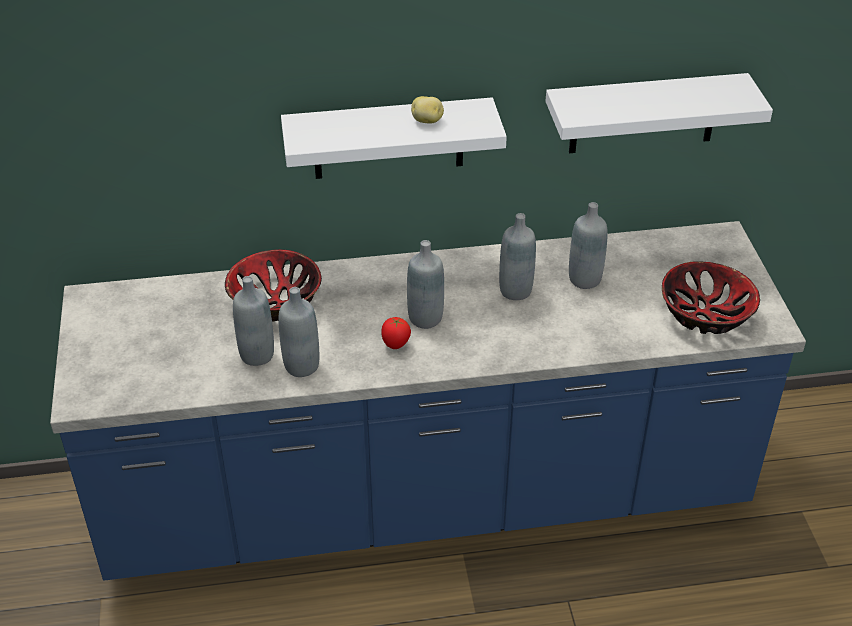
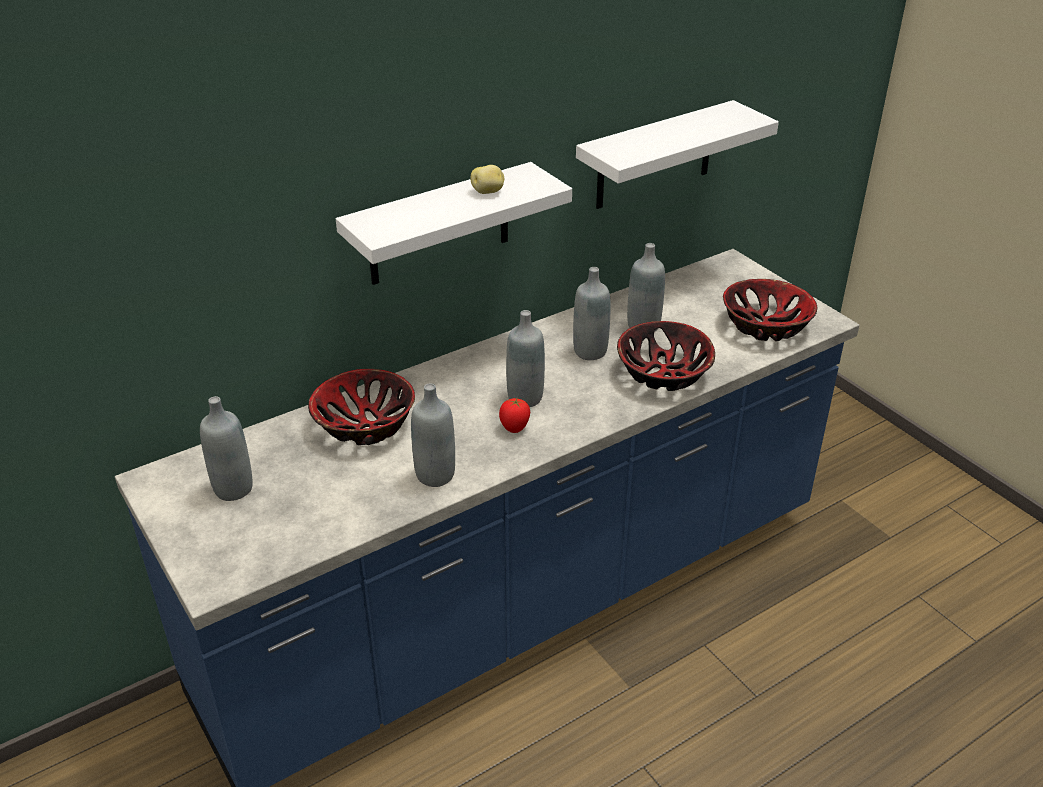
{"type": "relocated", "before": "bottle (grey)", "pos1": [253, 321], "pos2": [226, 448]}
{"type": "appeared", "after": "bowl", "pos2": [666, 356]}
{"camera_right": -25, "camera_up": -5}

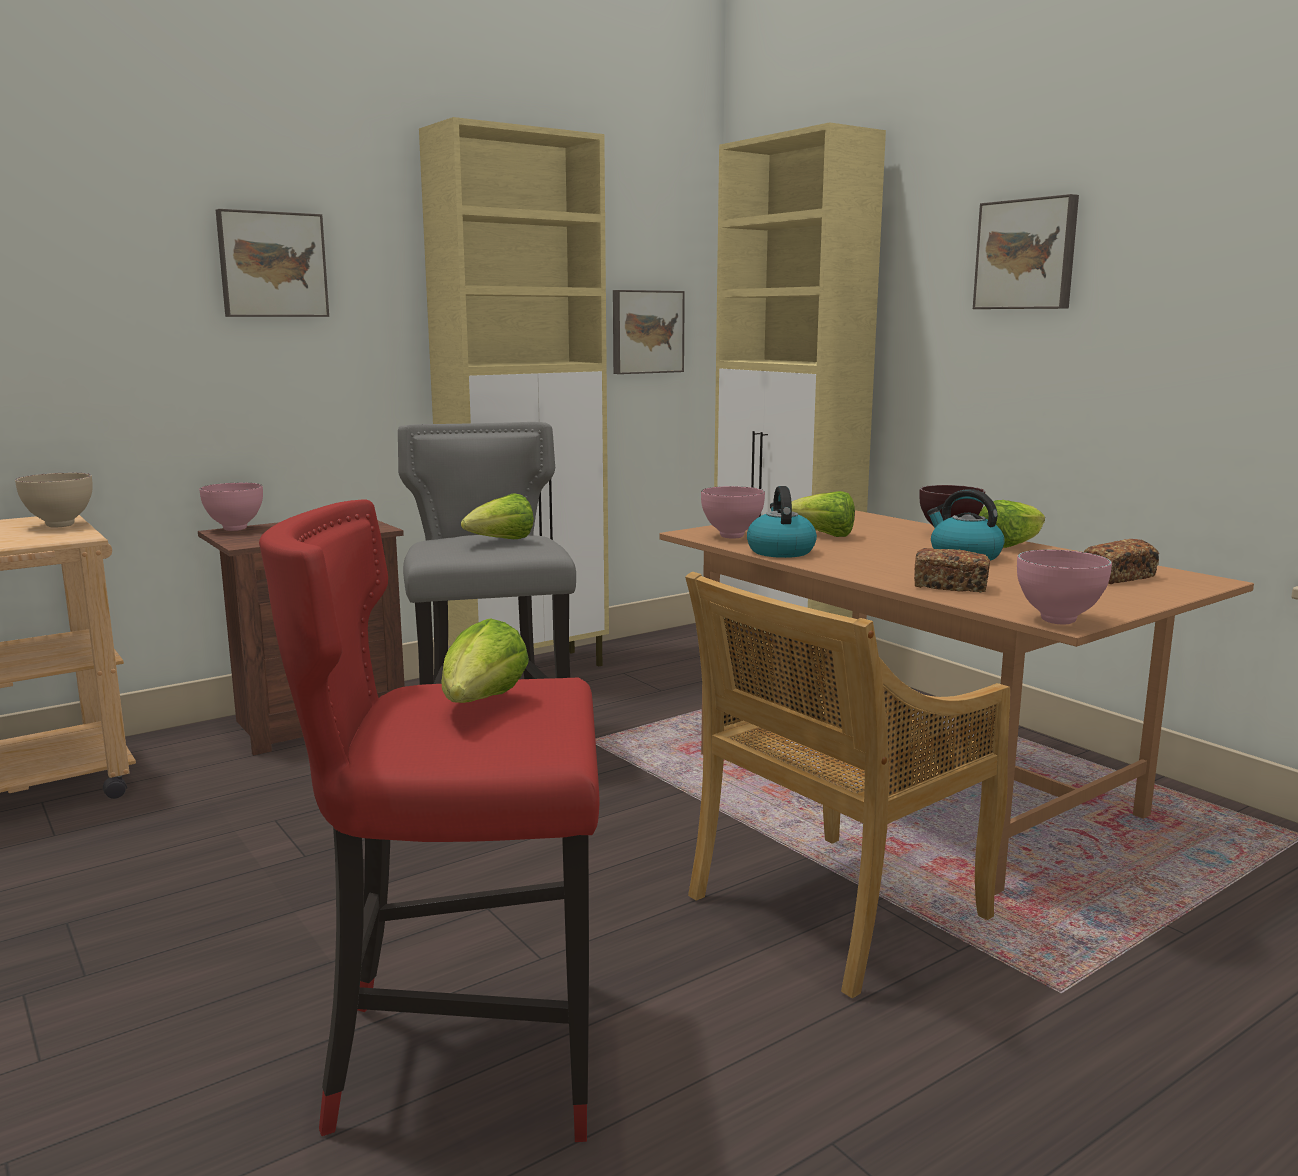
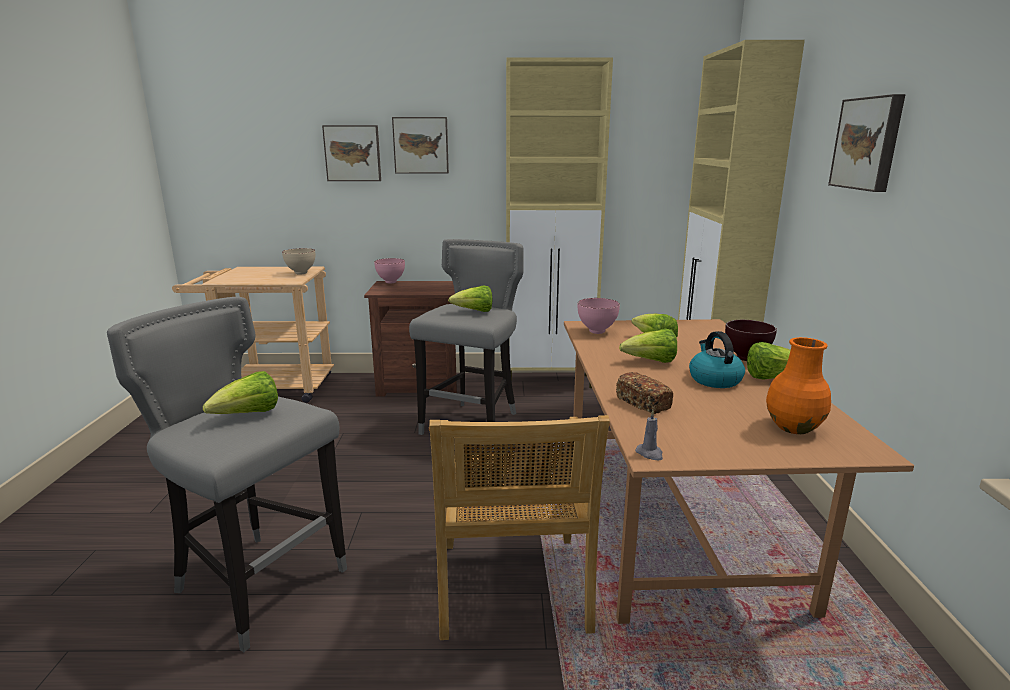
{"type": "colour", "before": "stool (red)", "after": "stool (grey)", "pos1": [429, 820], "pos2": [227, 474]}
{"type": "relocated", "before": "picture", "pos1": [649, 332], "pos2": [351, 153]}
{"type": "spun", "before": "chair (beige)", "pos1": [847, 785], "pos2": [519, 527], "turn": -90}
{"type": "missing", "before": "kettle", "pos1": [782, 522]}
{"type": "exchanged", "before": "bowl (pink)", "after": "candle (grey)", "pos1": [1064, 587], "pos2": [649, 435]}
{"type": "exchanged", "before": "bread", "after": "vase (orange)", "pos1": [1121, 561], "pos2": [798, 385]}
{"type": "appeared", "after": "lettuce", "pos2": [648, 346]}
{"camera_right": 35, "camera_up": 5}

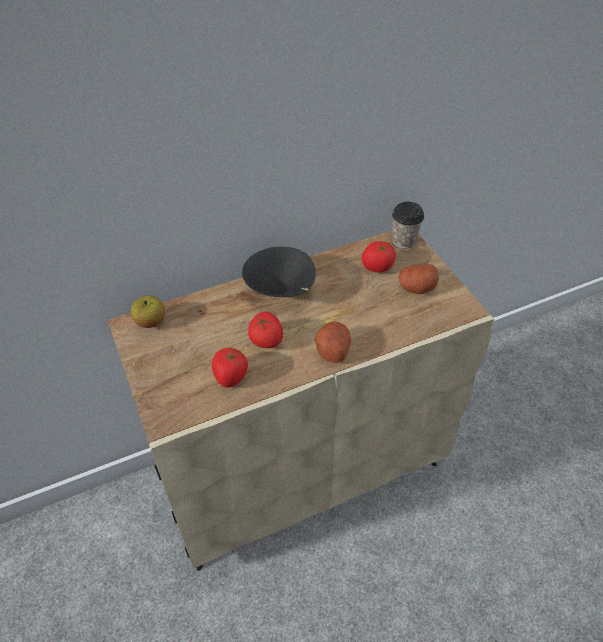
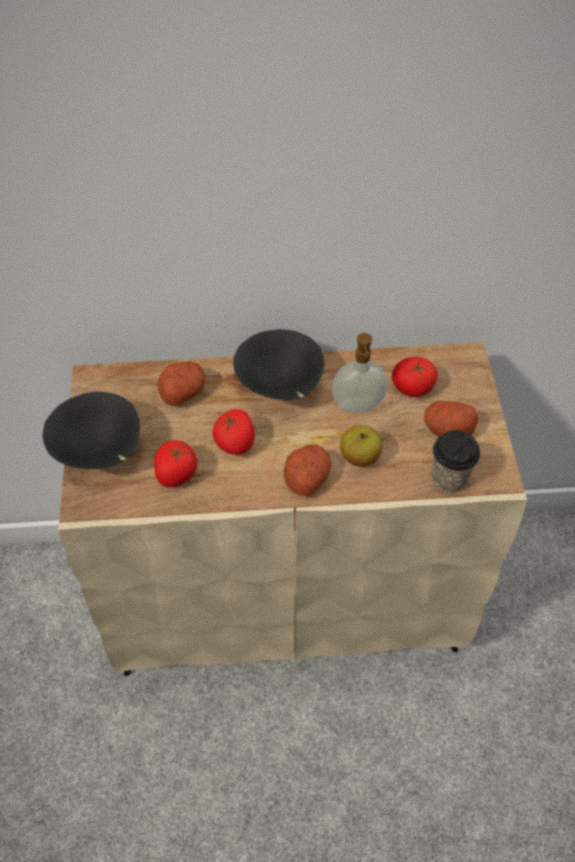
{"type": "relocated", "before": "apple", "pos1": [148, 312], "pos2": [361, 446]}
{"type": "relocated", "before": "cup", "pos1": [408, 225], "pos2": [456, 461]}
{"type": "appeared", "after": "bowl (black)", "pos2": [91, 431]}
{"type": "appeared", "after": "potato", "pos2": [182, 383]}
{"type": "appeared", "after": "soap dispenser", "pos2": [360, 372]}
{"camera_right": 20, "camera_up": 5}

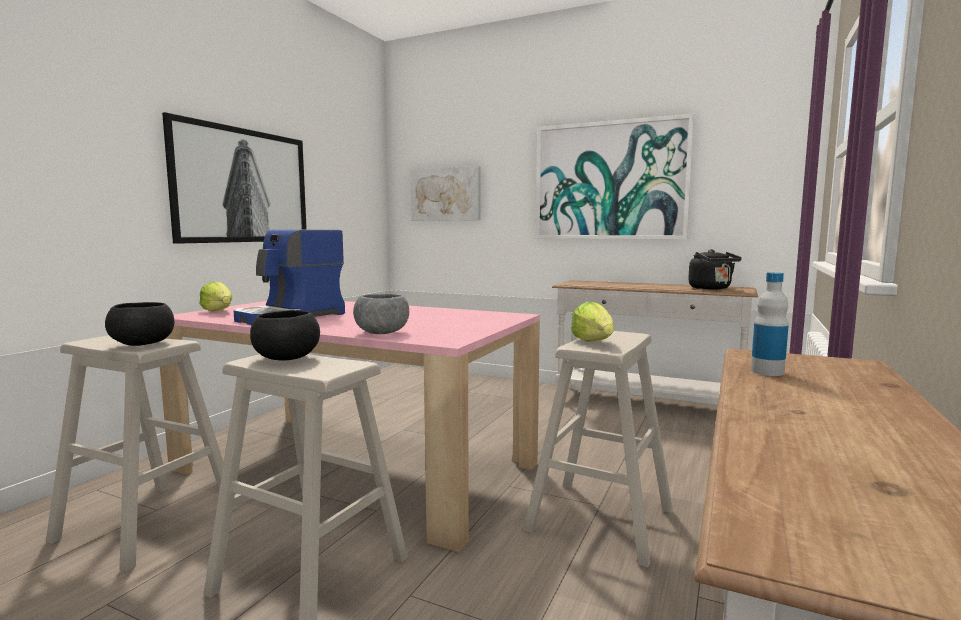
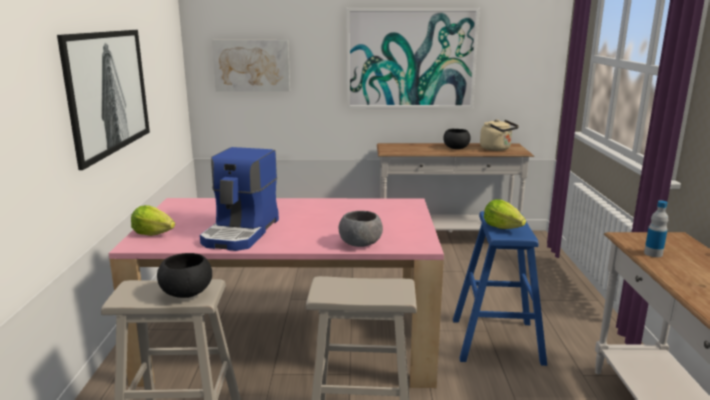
{"type": "relocated", "before": "bowl (black)", "pos1": [285, 335], "pos2": [457, 139]}
{"type": "colour", "before": "stool (beige)", "after": "stool (blue)", "pos1": [598, 449], "pos2": [500, 288]}
{"type": "colour", "before": "kettle (black)", "after": "kettle (beige)", "pos1": [715, 269], "pos2": [499, 135]}
{"camera_right": -25, "camera_up": 10}

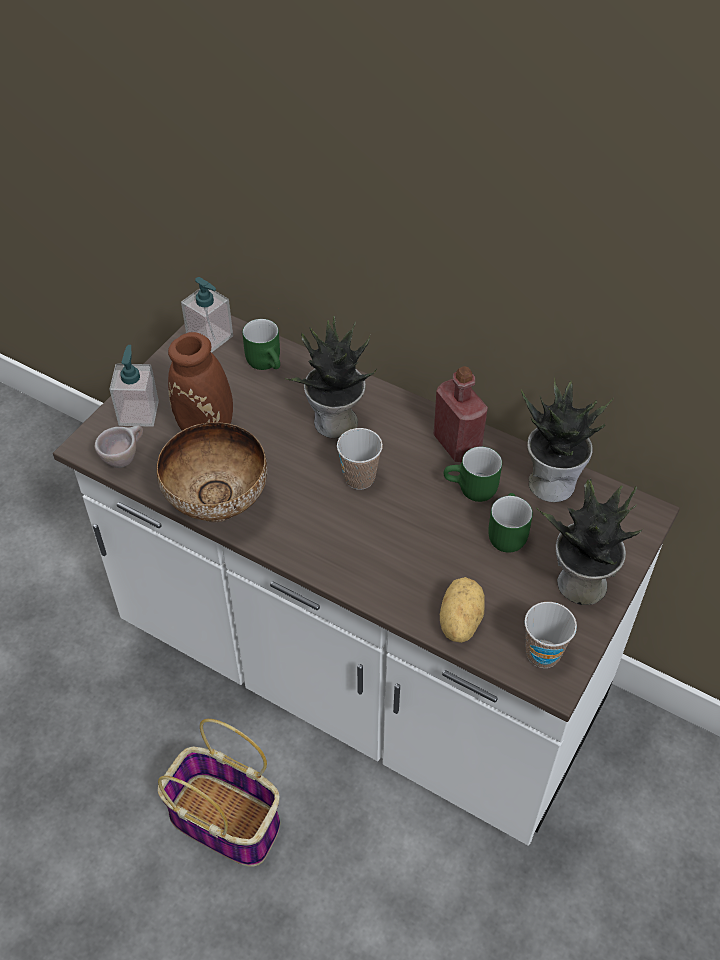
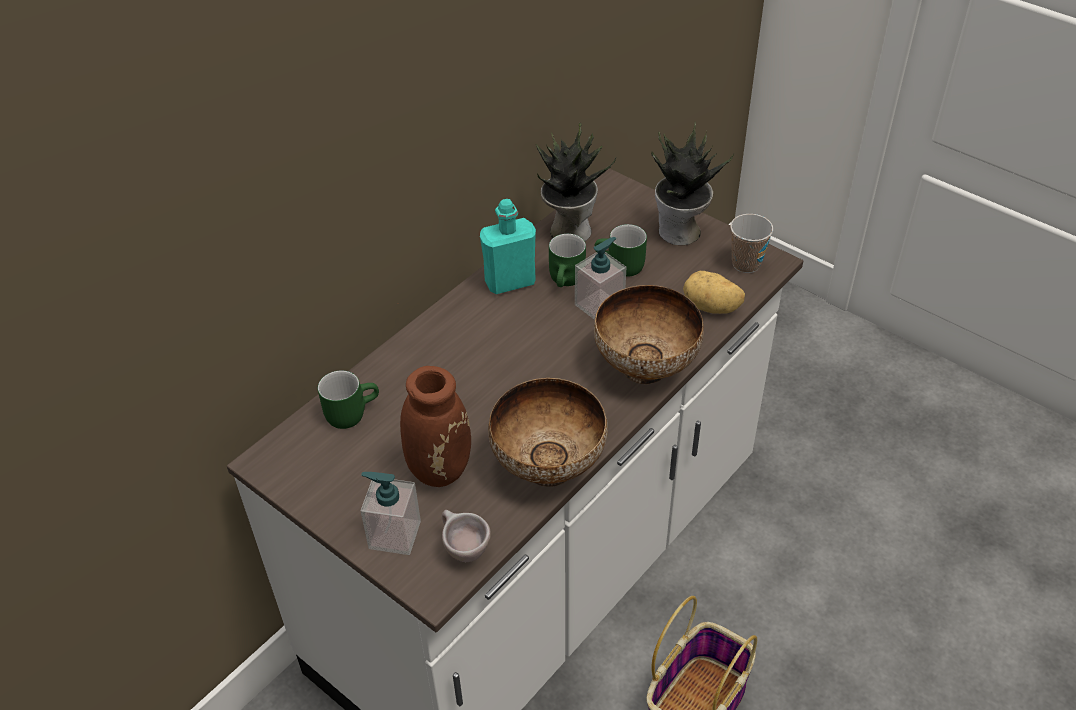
{"type": "relocated", "before": "soap dispenser", "pos1": [207, 315], "pos2": [600, 278]}
{"type": "missing", "before": "potted plant", "pos1": [331, 377]}
{"type": "missing", "before": "cup", "pos1": [360, 459]}
{"type": "colour", "before": "bottle (red)", "after": "bottle (turquoise)", "pos1": [460, 414], "pos2": [508, 246]}
{"type": "appeared", "after": "bowl", "pos2": [649, 335]}
{"camera_right": -80, "camera_up": -5}

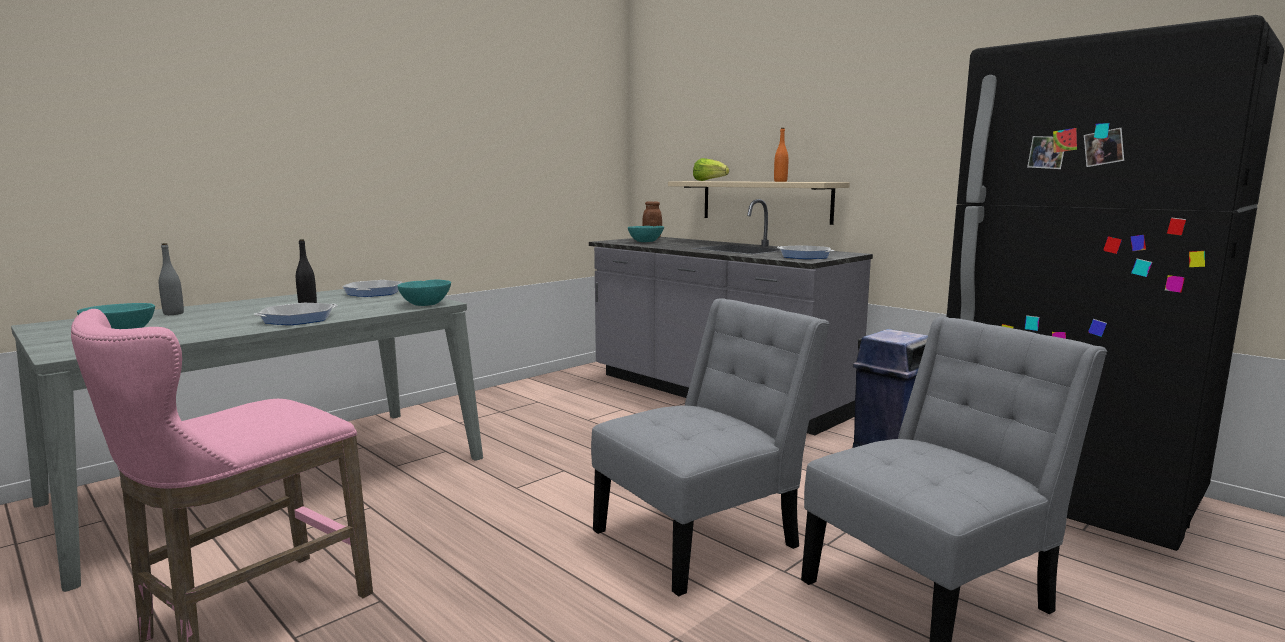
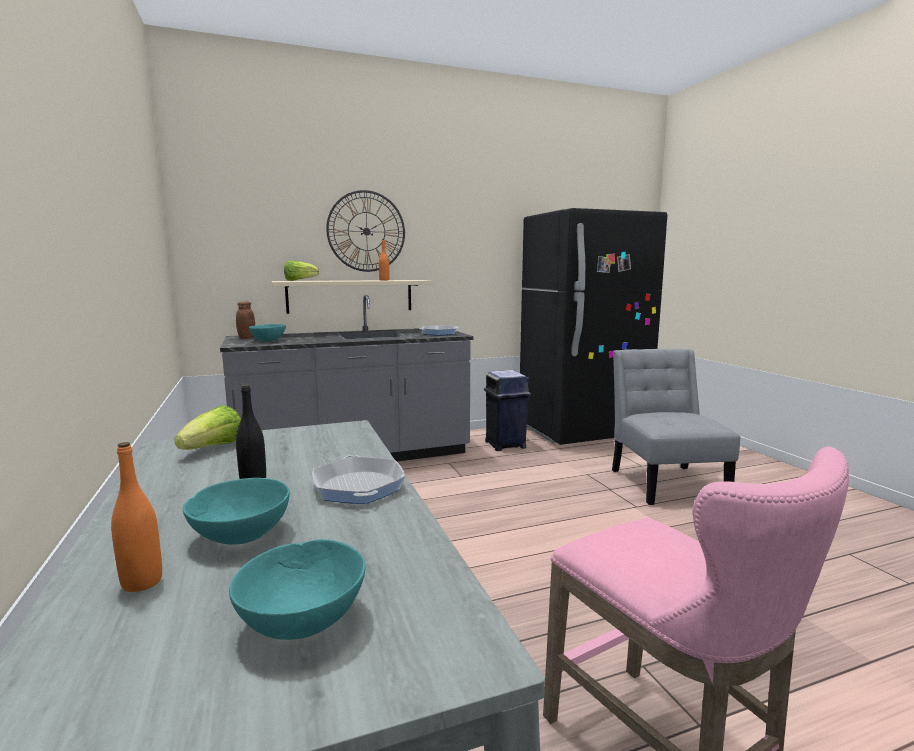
{"type": "colour", "before": "bottle (grey)", "after": "bottle (orange)", "pos1": [171, 279], "pos2": [136, 517]}
{"type": "exchanged", "before": "frying pan", "after": "lettuce", "pos1": [372, 288], "pos2": [207, 427]}
{"type": "relocated", "before": "bowl (turquoise)", "pos1": [424, 293], "pos2": [236, 511]}
{"type": "missing", "before": "chair (grey)", "pos1": [710, 447]}
{"type": "appeared", "after": "wall clock", "pos2": [365, 231]}
{"camera_right": -65, "camera_up": 0}

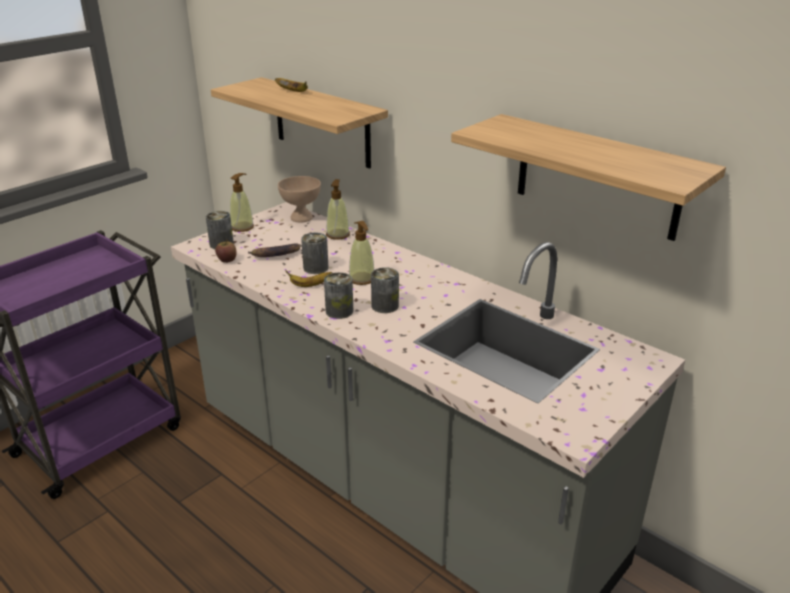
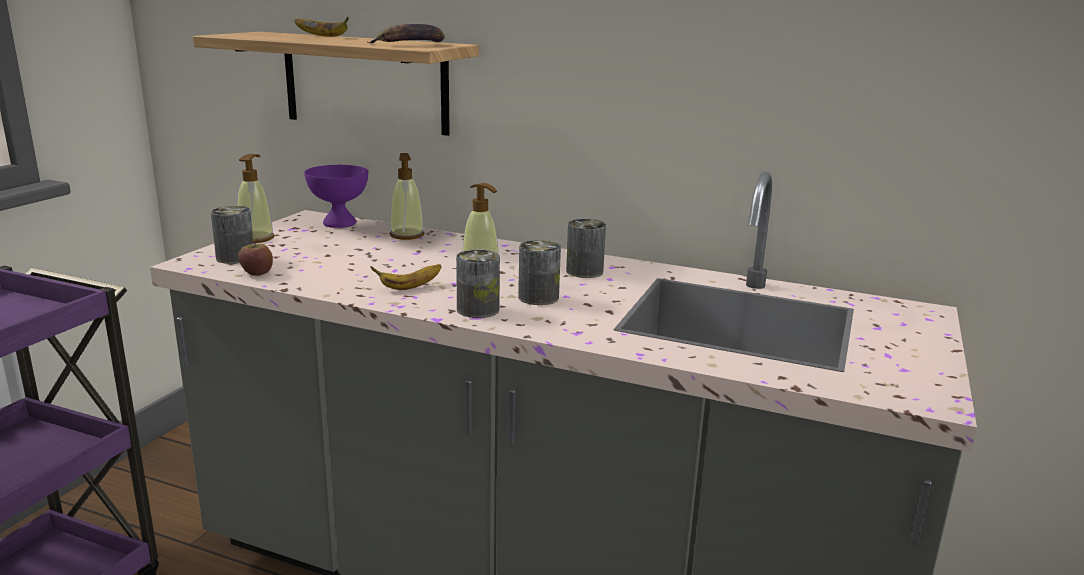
{"type": "relocated", "before": "banana", "pos1": [273, 250], "pos2": [406, 34]}
{"type": "colour", "before": "bowl (beige)", "after": "bowl (purple)", "pos1": [299, 199], "pos2": [336, 196]}
{"type": "relocated", "before": "can", "pos1": [314, 253], "pos2": [586, 248]}
{"type": "missing", "before": "shelf", "pos1": [588, 177]}
{"camera_right": -20, "camera_up": -10}

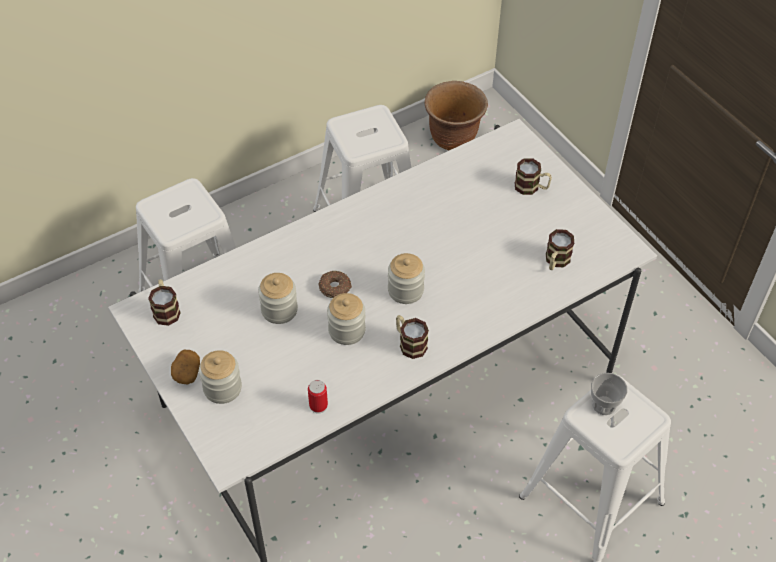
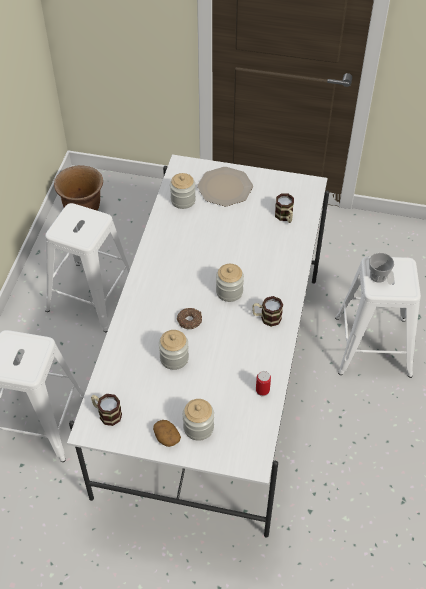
{"type": "relocated", "before": "jar", "pos1": [346, 319], "pos2": [183, 191]}
{"type": "exchanged", "before": "mug", "after": "plate", "pos1": [533, 176], "pos2": [225, 186]}
{"camera_right": -45, "camera_up": 0}

